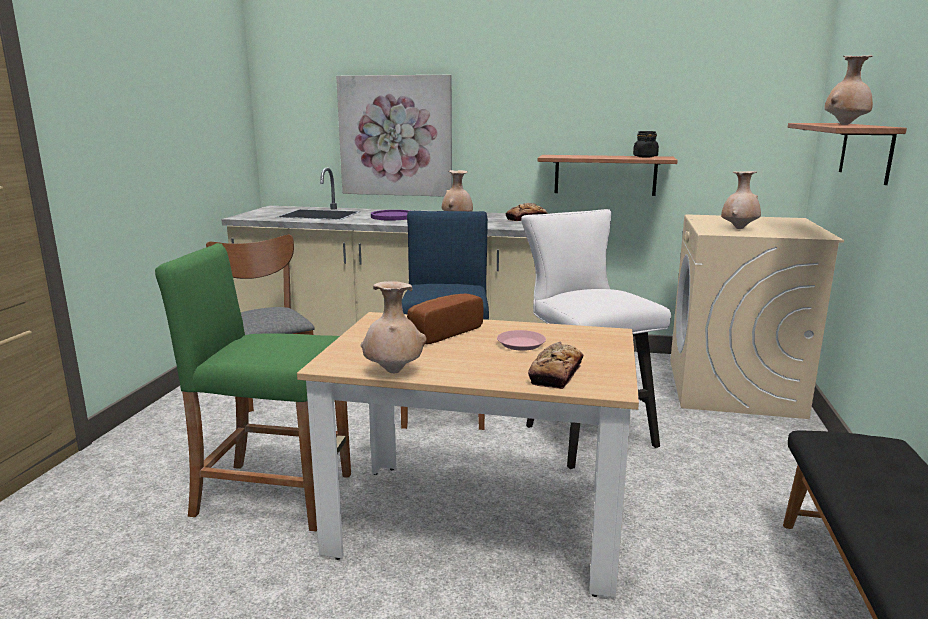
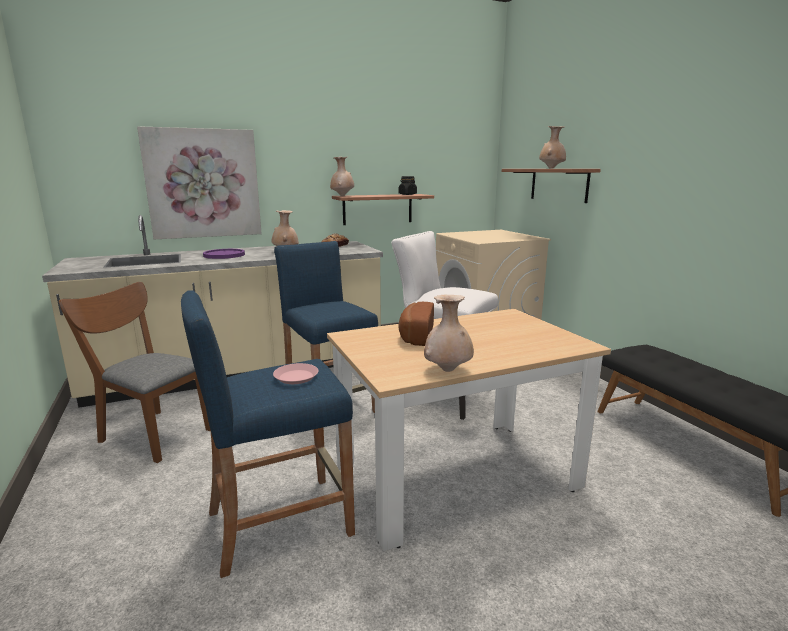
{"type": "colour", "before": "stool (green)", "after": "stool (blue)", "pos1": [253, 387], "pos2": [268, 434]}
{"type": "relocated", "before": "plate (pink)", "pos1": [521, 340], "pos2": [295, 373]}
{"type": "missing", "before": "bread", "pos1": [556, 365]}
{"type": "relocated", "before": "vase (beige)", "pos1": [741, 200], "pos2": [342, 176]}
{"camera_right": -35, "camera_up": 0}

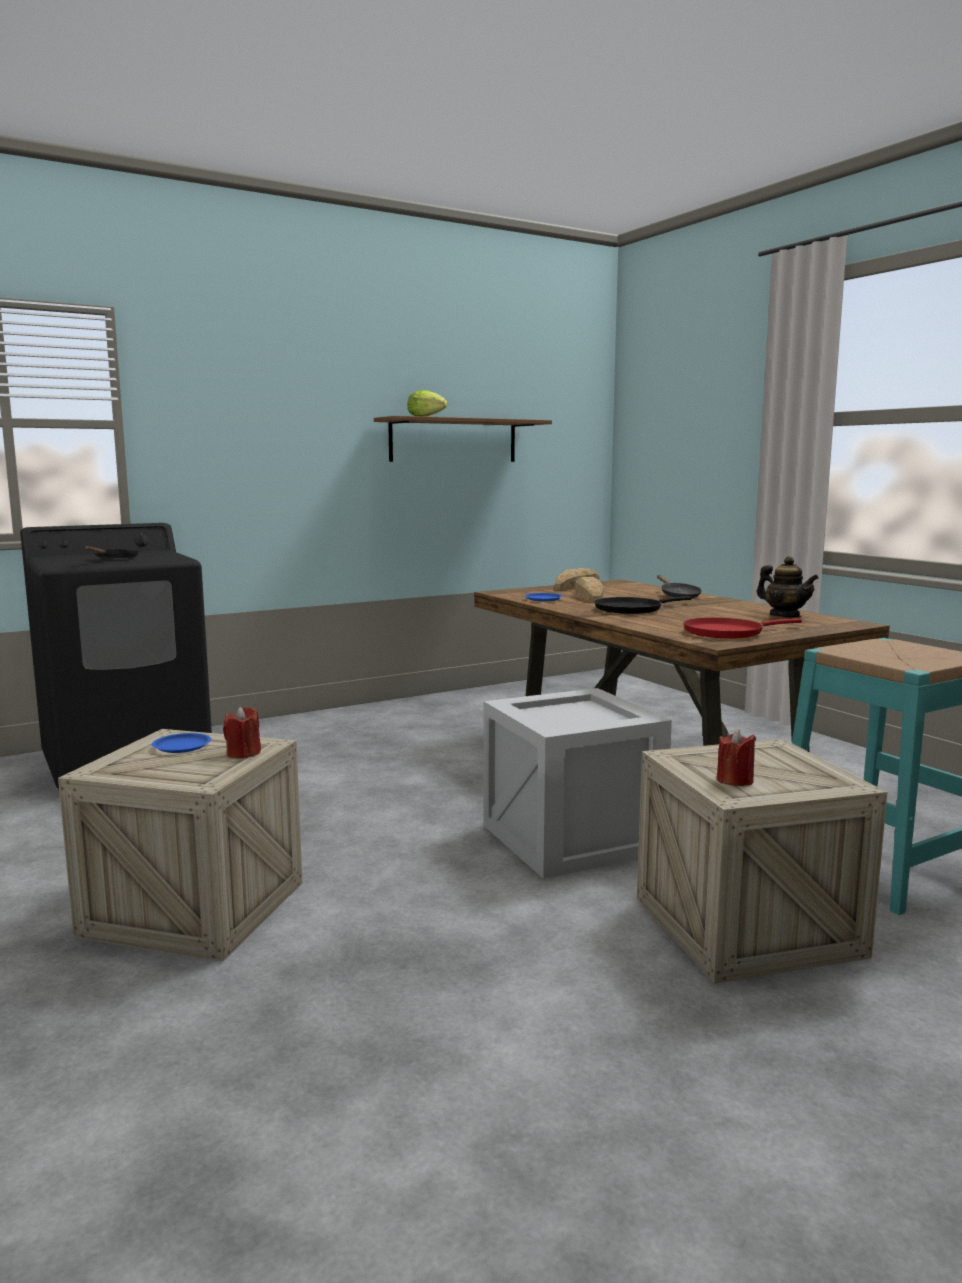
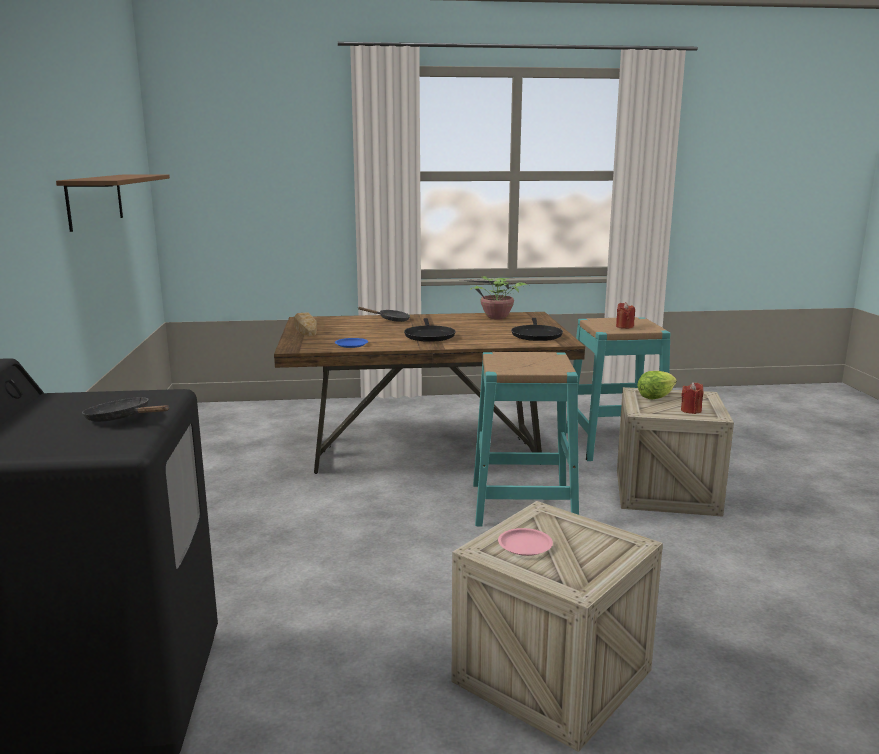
{"type": "colour", "before": "plate (blue)", "after": "plate (pink)", "pos1": [181, 743], "pos2": [525, 542]}
{"type": "relocated", "before": "candle (red)", "pos1": [242, 732], "pos2": [625, 315]}
{"type": "relocated", "before": "lettuce", "pos1": [427, 403], "pos2": [657, 385]}
{"type": "exchanged", "before": "crate", "after": "stool (turquoise)", "pos1": [577, 783], "pos2": [526, 439]}
{"type": "missing", "before": "bread", "pos1": [589, 590]}
{"type": "colour", "before": "frying pan (red)", "after": "frying pan (black)", "pos1": [742, 627], "pos2": [537, 329]}
{"type": "exchanged", "before": "teapot", "after": "potted plant", "pos1": [788, 587], "pos2": [494, 298]}
{"camera_right": -65, "camera_up": 5}

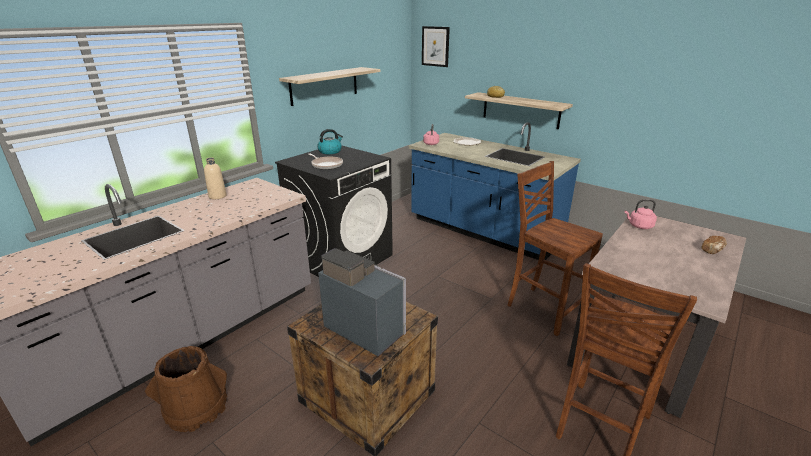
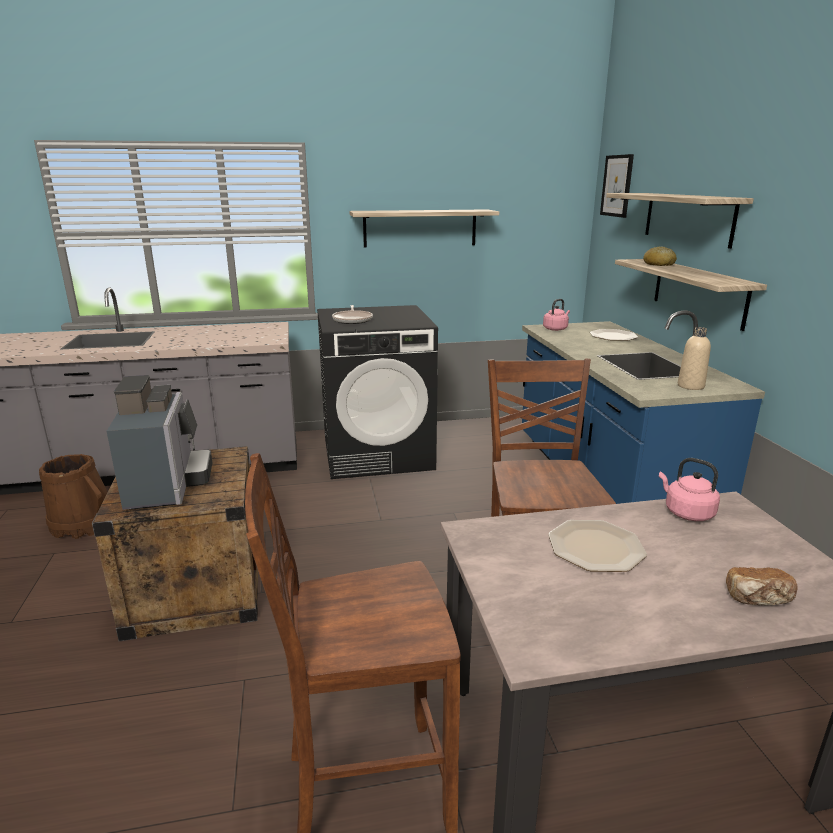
{"type": "relocated", "before": "bottle (beige)", "pos1": [215, 178], "pos2": [694, 358]}
{"type": "missing", "before": "kettle", "pos1": [330, 141]}
{"type": "appeared", "after": "plate", "pos2": [597, 546]}
{"type": "appeared", "after": "shelf", "pos2": [680, 221]}
{"camera_right": 40, "camera_up": -5}

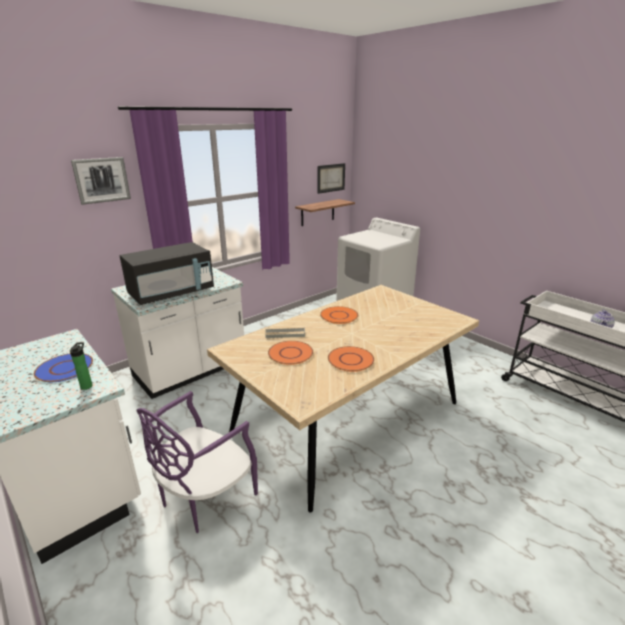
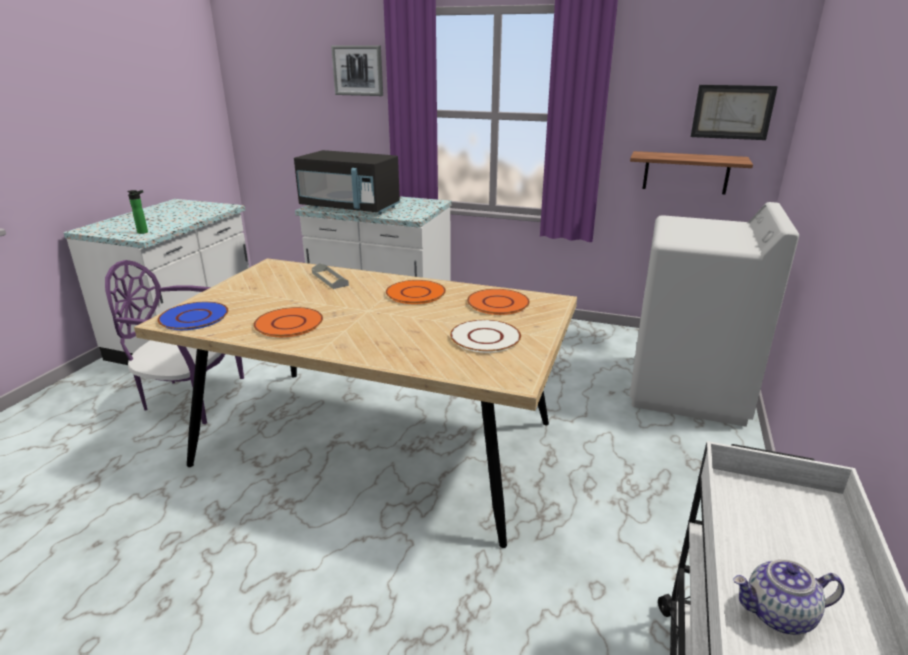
{"type": "relocated", "before": "plate (blue)", "pos1": [63, 367], "pos2": [192, 316]}
{"type": "relocated", "before": "plate (orange)", "pos1": [290, 353], "pos2": [498, 302]}
{"type": "appeared", "after": "plate (white)", "pos2": [485, 336]}
{"camera_right": 60, "camera_up": 0}

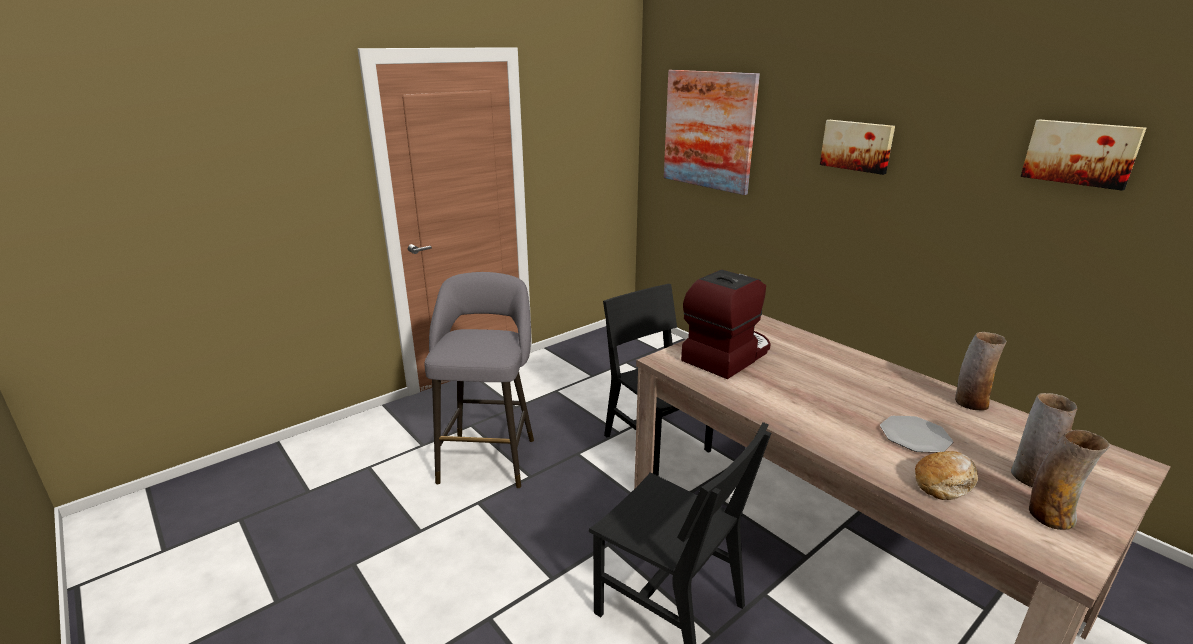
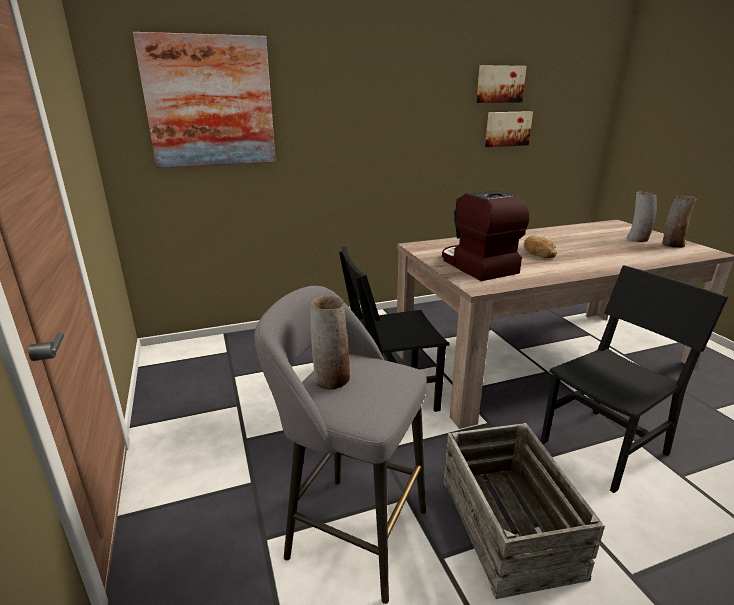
{"type": "relocated", "before": "picture", "pos1": [857, 147], "pos2": [509, 129]}
{"type": "missing", "before": "plate", "pos1": [916, 434]}
{"type": "relocated", "before": "bread", "pos1": [946, 475], "pos2": [540, 246]}
{"type": "relocated", "before": "vase", "pos1": [981, 371], "pos2": [330, 343]}
{"type": "appeared", "after": "crate", "pos2": [524, 511]}
{"camera_right": -70, "camera_up": 0}

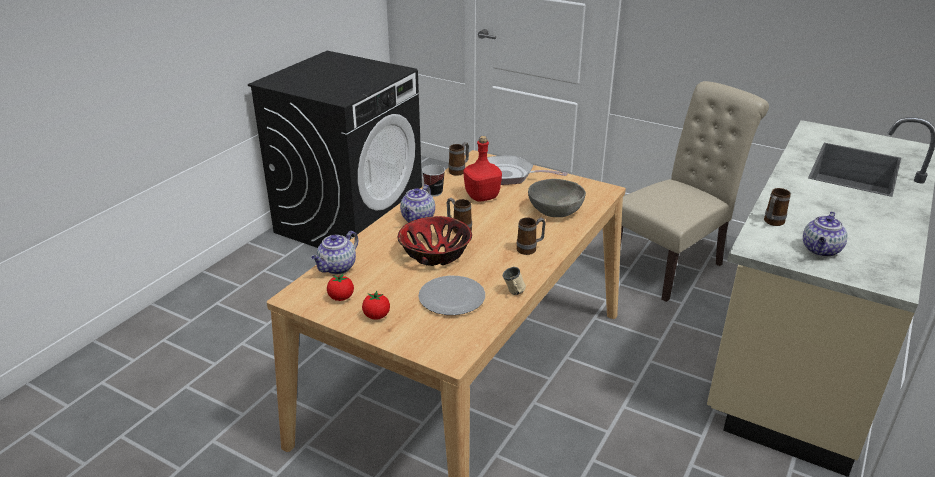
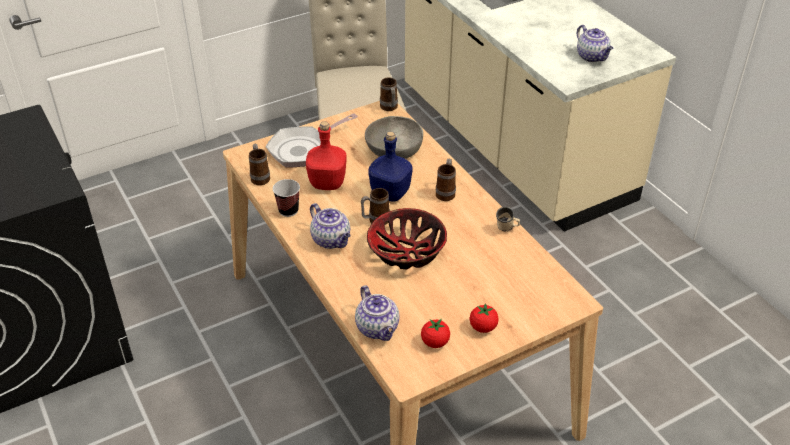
{"type": "missing", "before": "plate", "pos1": [451, 295]}
{"type": "relocated", "before": "mug", "pos1": [777, 207], "pos2": [389, 94]}
{"type": "appeared", "after": "bottle (blue)", "pos2": [390, 166]}
{"camera_right": -60, "camera_up": 10}

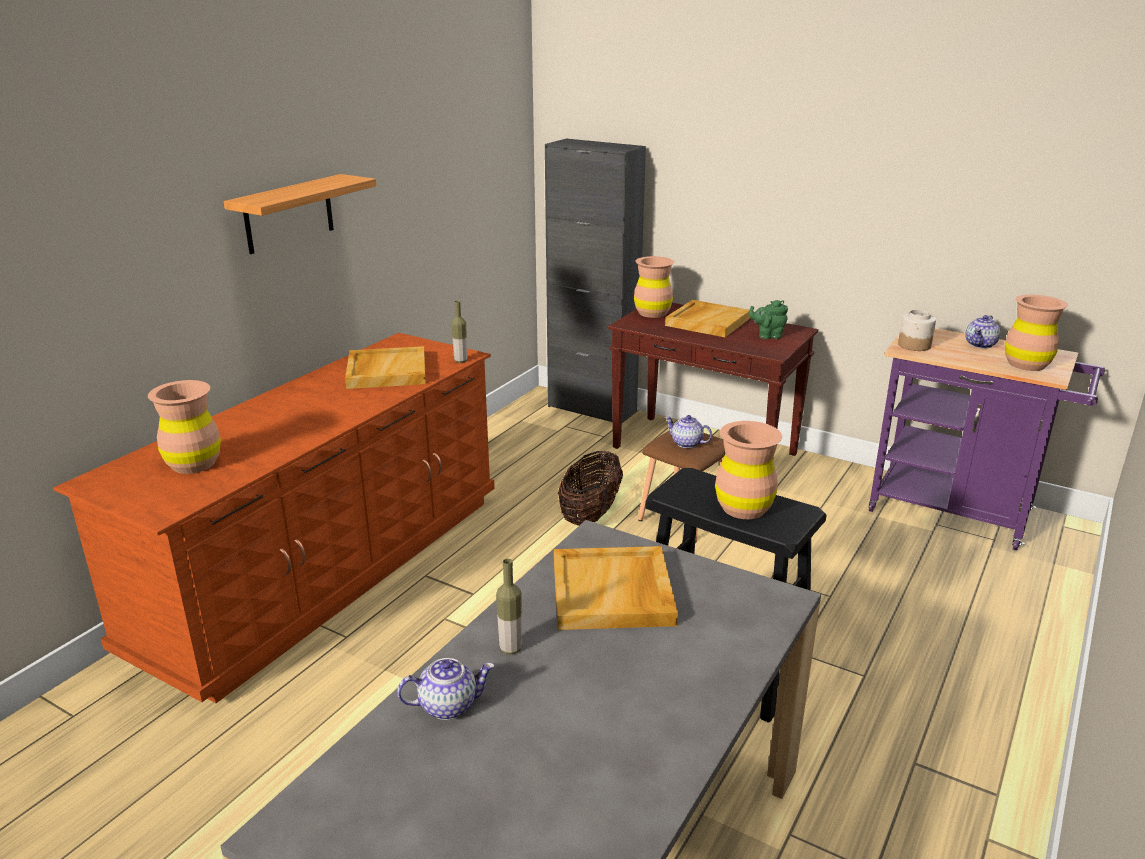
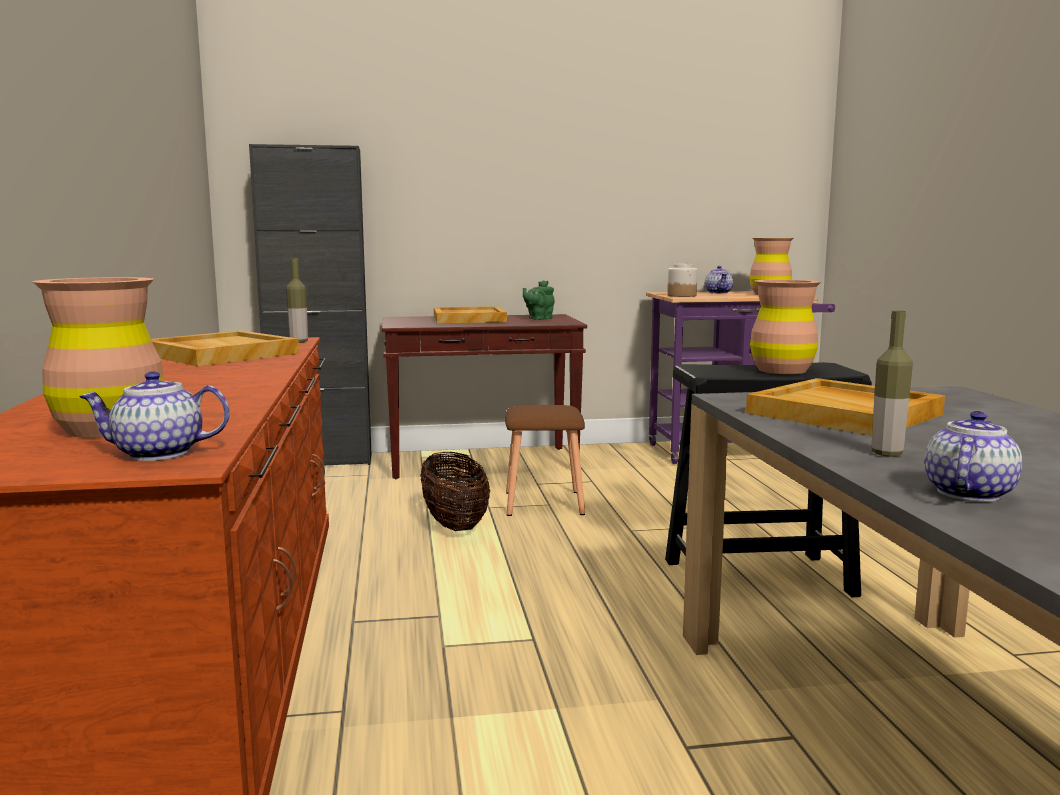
{"type": "missing", "before": "shelf", "pos1": [299, 214]}
{"type": "missing", "before": "vase (brown)", "pos1": [654, 287]}
{"type": "relocated", "before": "teapot", "pos1": [688, 431], "pos2": [154, 416]}
{"camera_right": -40, "camera_up": -15}

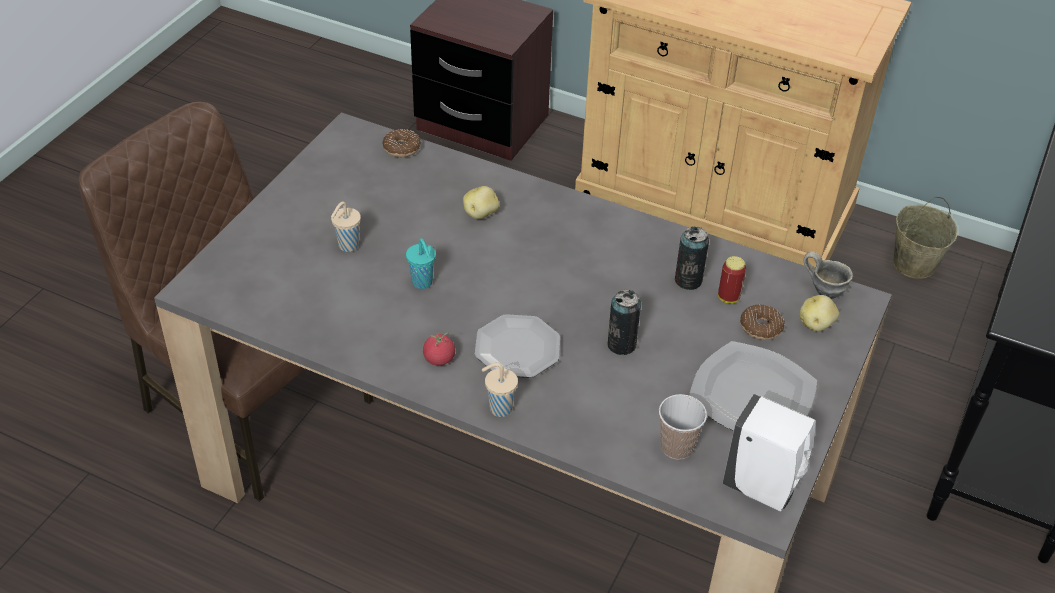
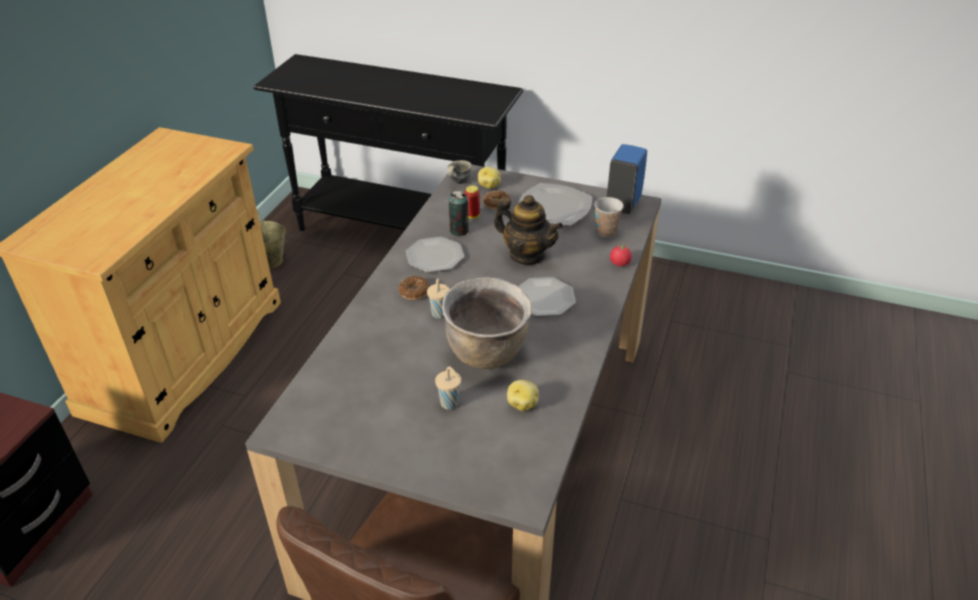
{"type": "relocated", "before": "donut", "pos1": [401, 143], "pos2": [414, 288]}
{"type": "exchanged", "before": "cup (turquoise)", "after": "cooking pot (brown)", "pos1": [421, 263], "pos2": [487, 323]}
{"type": "relocated", "before": "tomato", "pos1": [439, 349], "pos2": [621, 254]}
{"type": "relocated", "before": "potato", "pos1": [481, 202], "pos2": [523, 395]}
{"type": "relocated", "before": "cup (beige)", "pos1": [500, 390], "pos2": [438, 298]}
{"type": "exchanged", "before": "can", "after": "teapot", "pos1": [624, 322], "pos2": [528, 230]}
{"type": "colour", "before": "soap dispenser (white)", "after": "soap dispenser (blue)", "pos1": [769, 453], "pos2": [627, 179]}
{"type": "appeared", "after": "plate", "pos2": [435, 255]}
{"camera_right": -95, "camera_up": -5}

